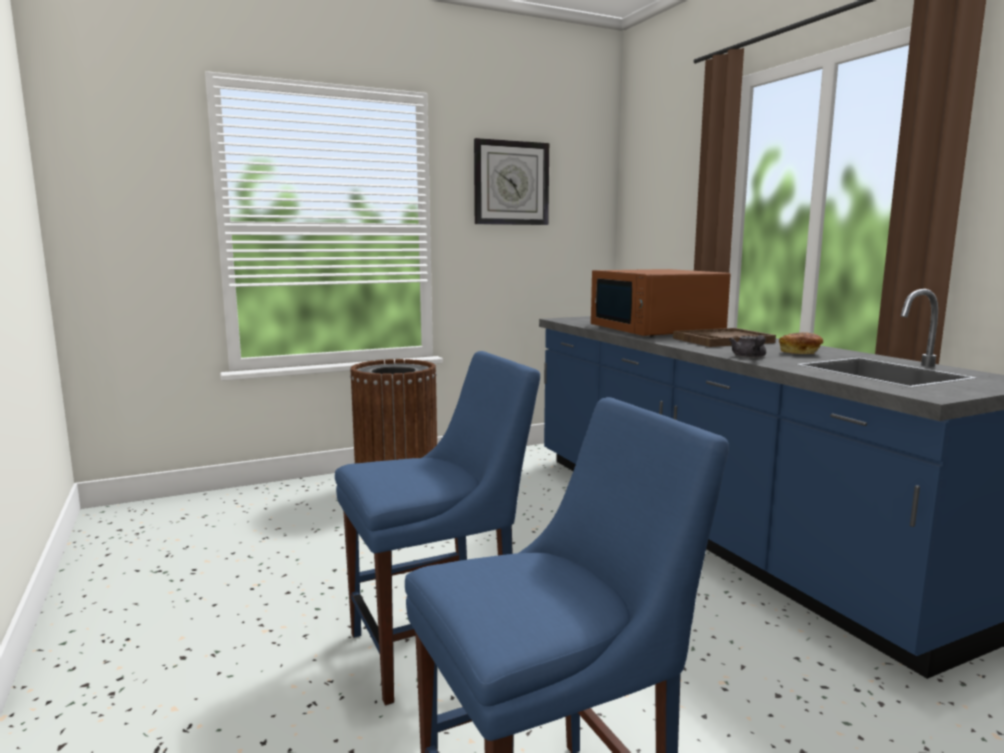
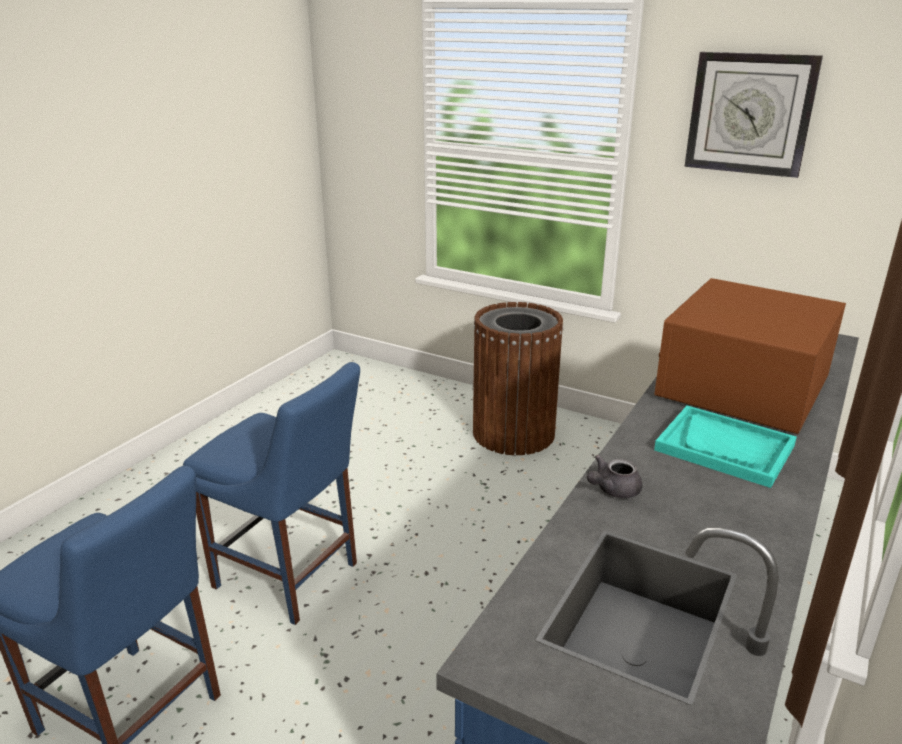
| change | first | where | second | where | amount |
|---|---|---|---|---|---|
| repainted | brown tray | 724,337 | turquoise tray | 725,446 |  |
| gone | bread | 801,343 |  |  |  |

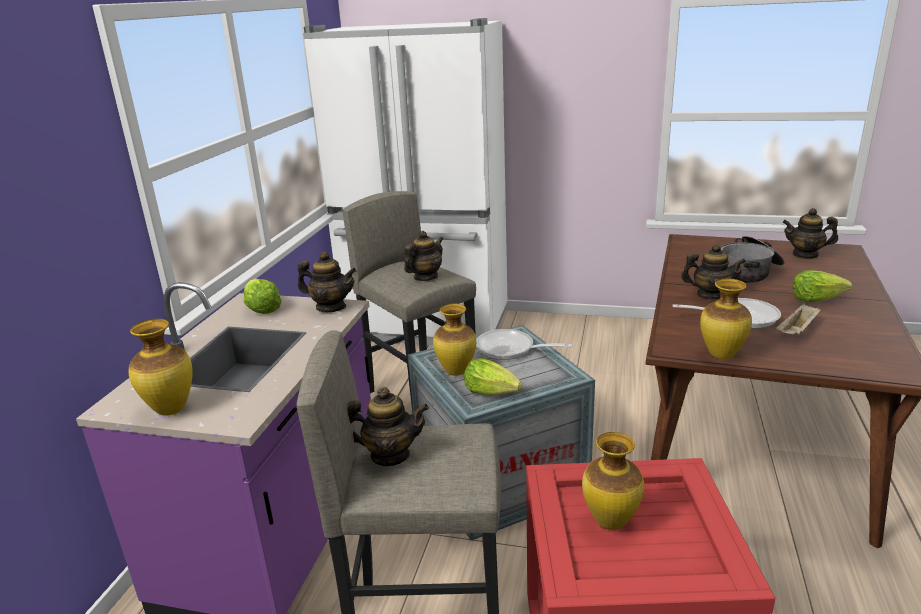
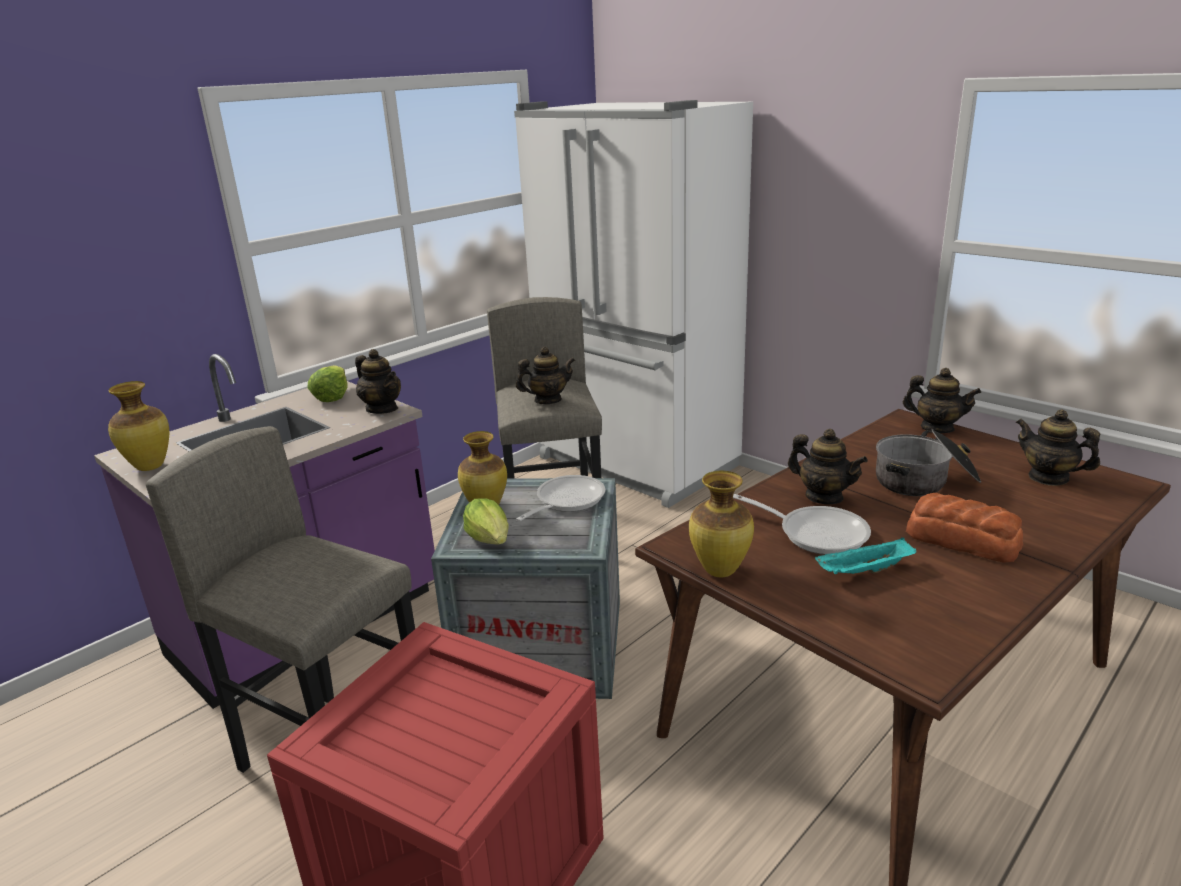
| change | first | where | second | where | amount |
|---|---|---|---|---|---|
| shifted | teapot | 388,426 |  | 942,400 |  |
| rotated | frying pan | 524,344 |  | 560,498 | 75 degrees clockwise |
| gone | vase | 613,481 |  |  |  |
| repainted | beige tray | 798,319 | turquoise tray | 865,555 |  |
| swapped | lettuce | 822,286 | bread | 964,528 |  |

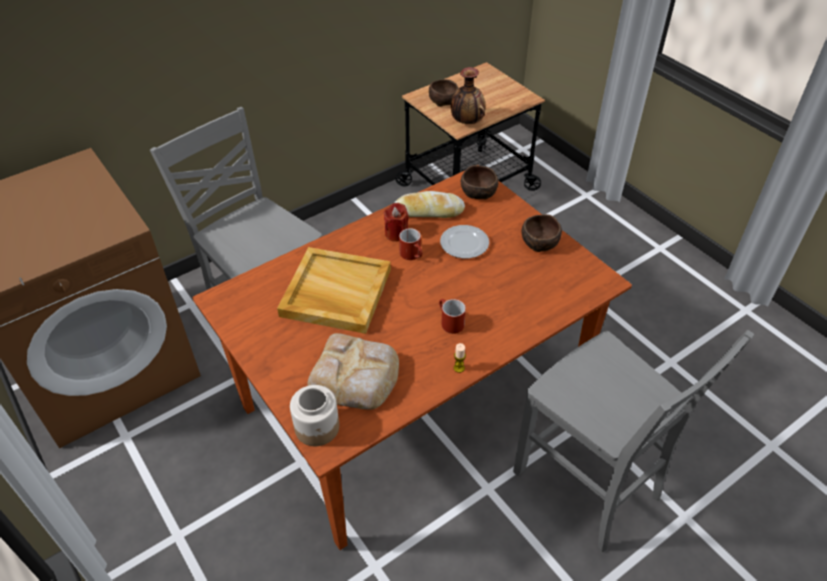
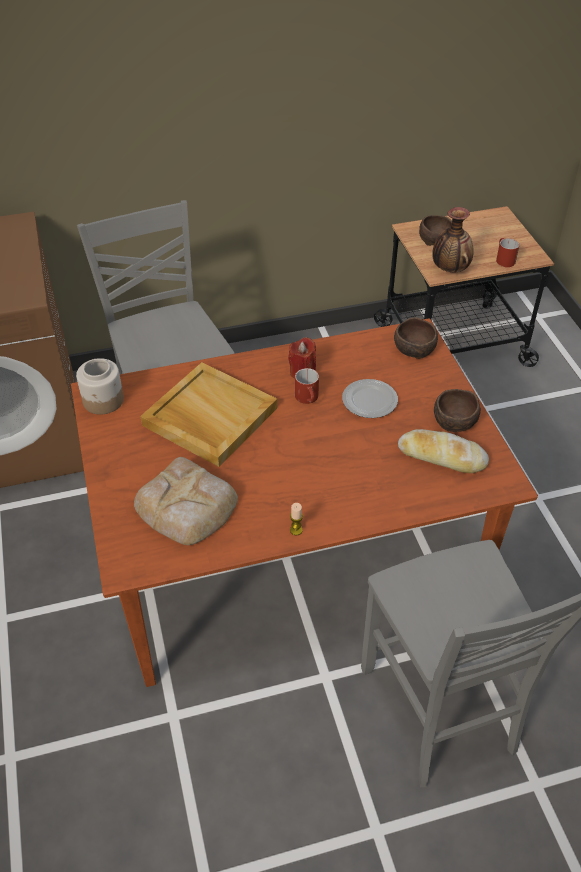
| change | first | where | second | where | amount |
|---|---|---|---|---|---|
| shifted | jar | 314,415 |  | 100,386 |  |
| shifted | bread | 429,204 |  | 443,451 |  |
| shifted | red mug | 452,316 |  | 507,252 |  |

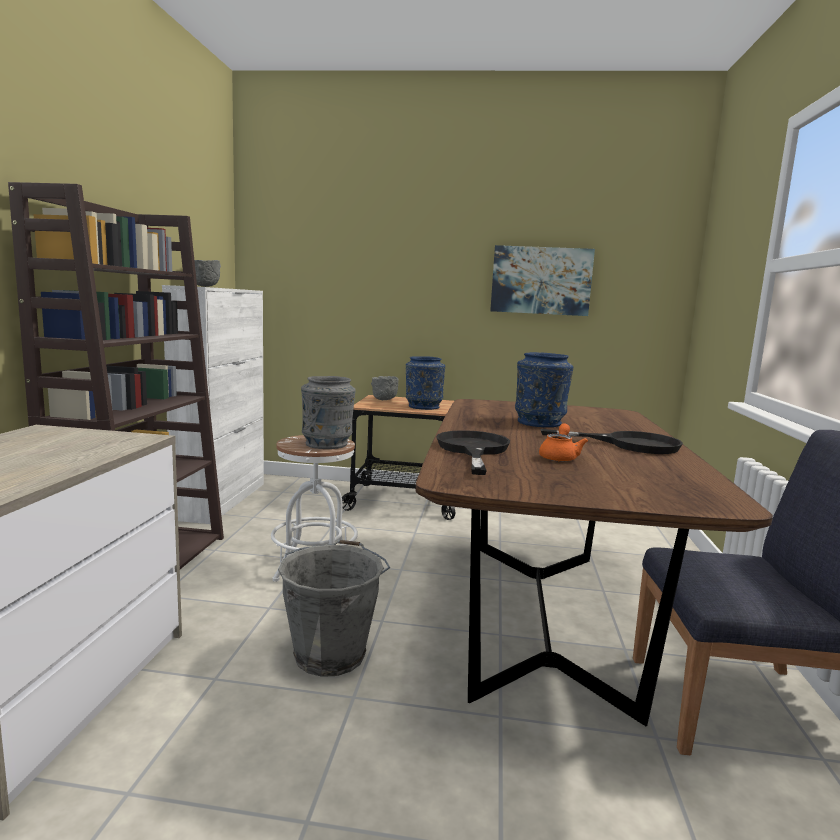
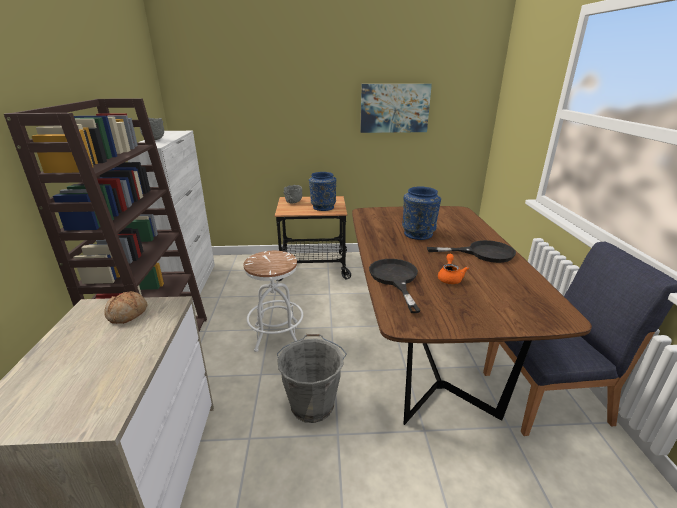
| change | first | where | second | where | amount |
|---|---|---|---|---|---|
| gone | grey vase | 328,412 |  |  |  |
| new |  |  | bread | 126,307 |  |

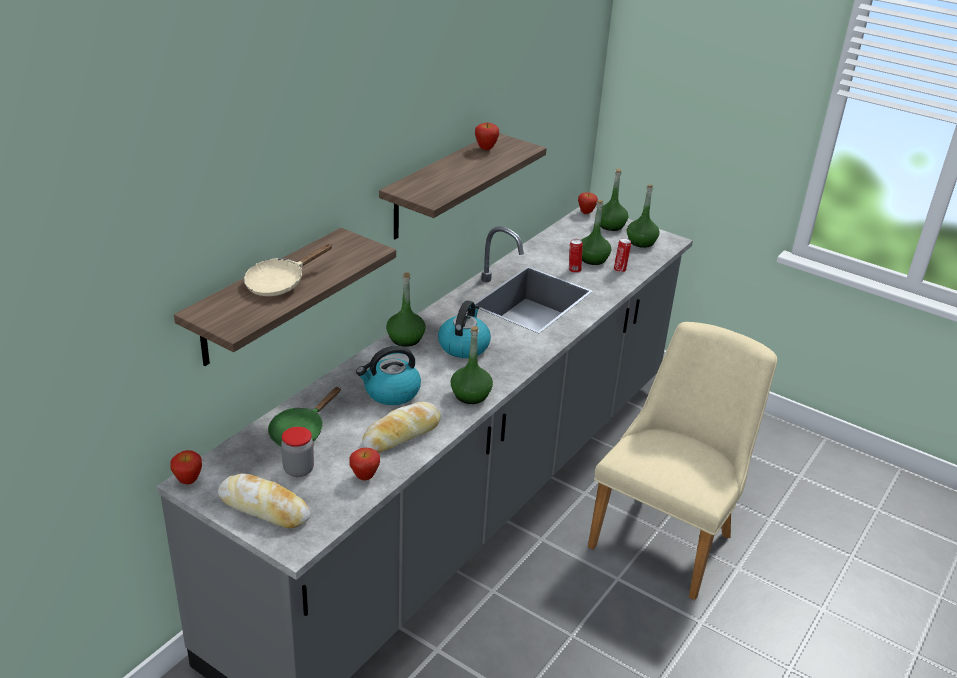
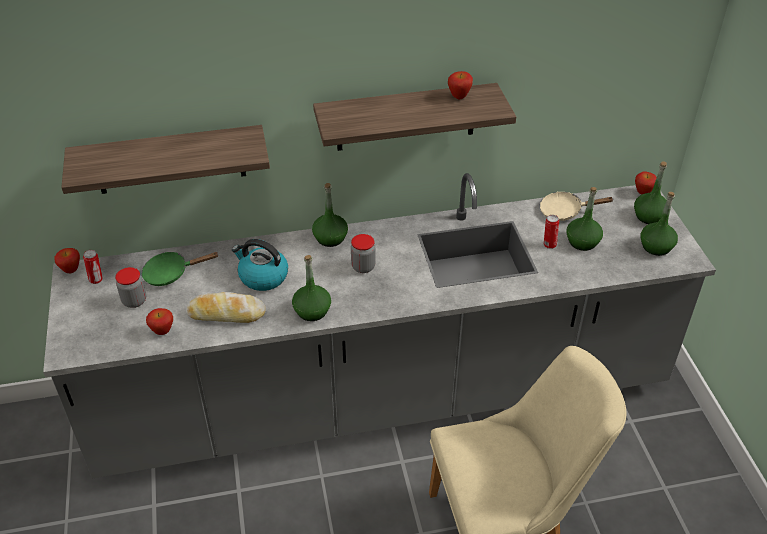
| change | first | where | second | where | amount |
|---|---|---|---|---|---|
| gone | bread | 264,500 |  |  |  |
| shifted | beige frying pan | 288,270 |  | 577,206 |  |
| swapped | kettle | 464,329 | jar | 363,253 |  |
| shifted | can | 622,255 |  | 93,267 |  |

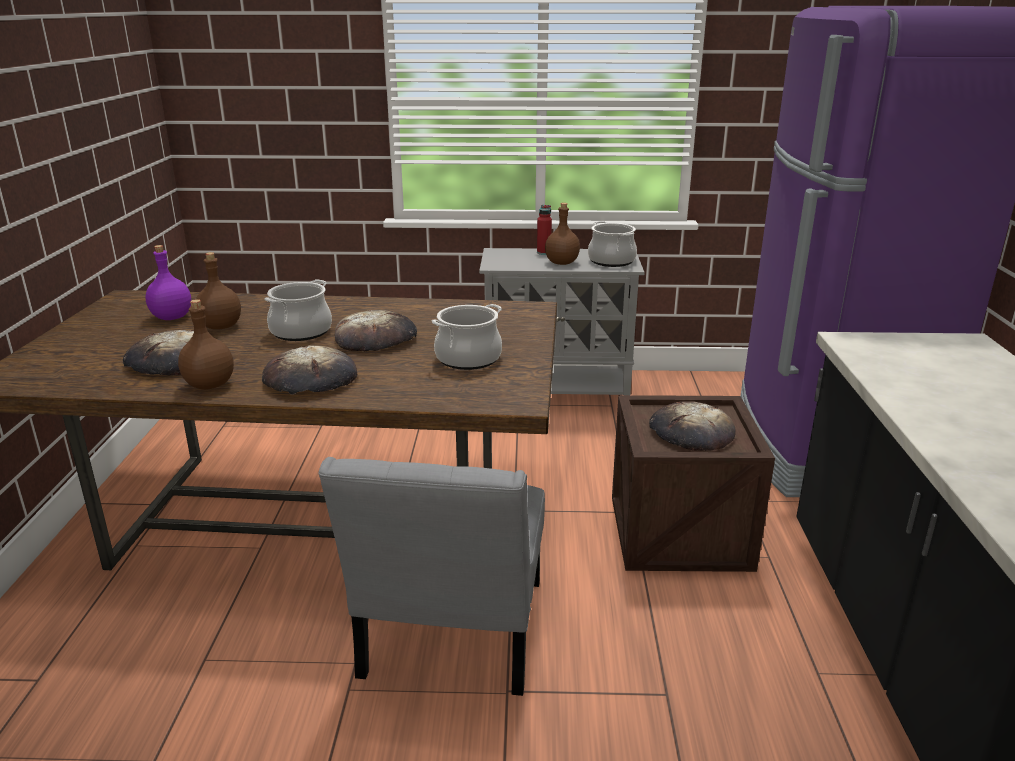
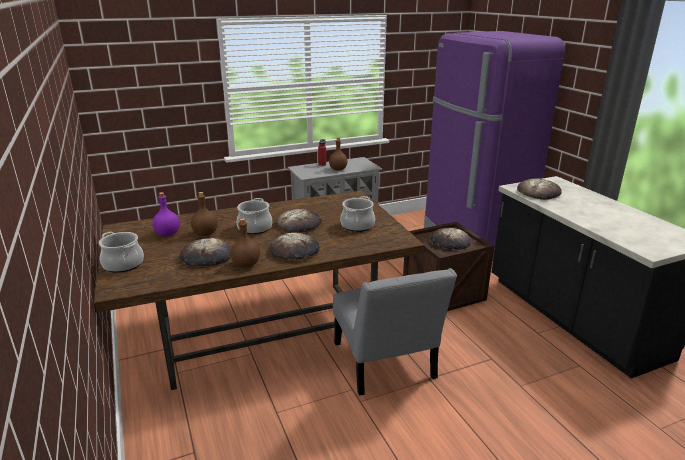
| change | first | where | second | where | amount |
|---|---|---|---|---|---|
| shifted | cooking pot | 612,244 |  | 121,252 |  |
| new |  |  | bread | 539,189 |  |

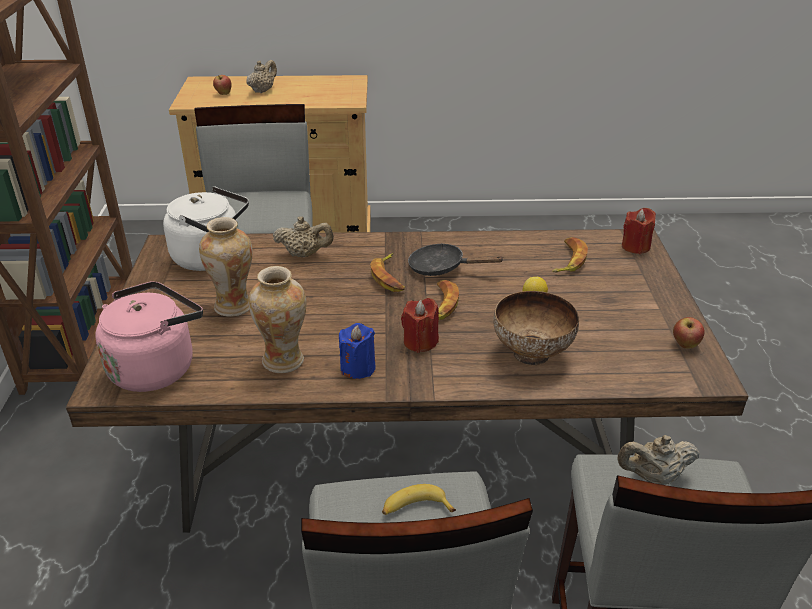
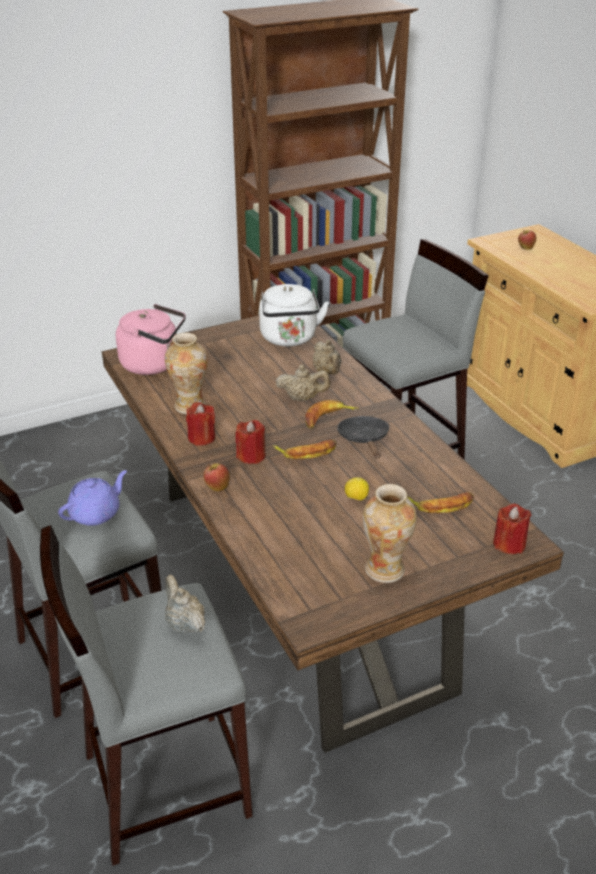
| change | first | where | second | where | amount |
|---|---|---|---|---|---|
| shifted | vase | 225,267 |  | 390,533 |  |
| shifted | beige teapot | 261,76 |  | 303,383 |  |
| repainted | blue candle | 357,351 | red candle | 200,423 |  |
| swapped | banana | 419,499 | purple teapot | 92,498 |  |
| gone | bowl | 536,328 |  |  |  |
| shifted | apple | 689,333 |  | 216,477 |  |

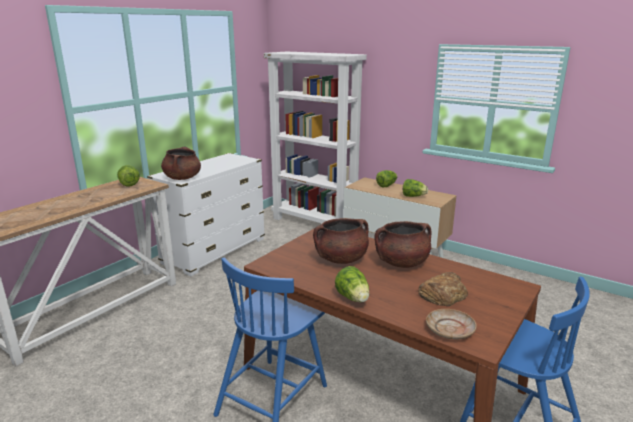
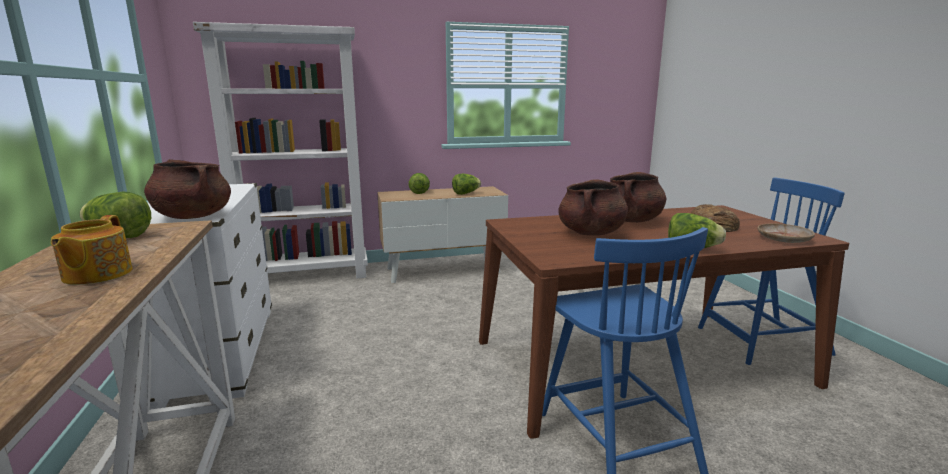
| change | first | where | second | where | amount |
|---|---|---|---|---|---|
| new |  |  | teapot | 92,250 |  |

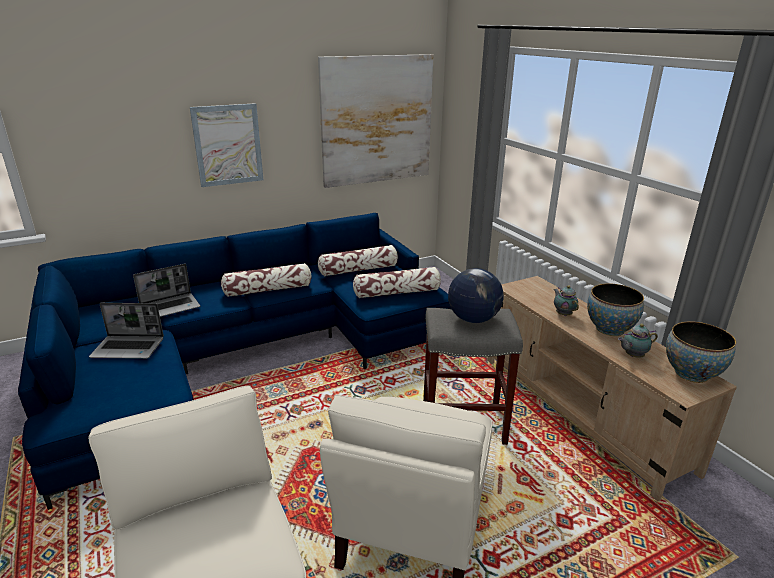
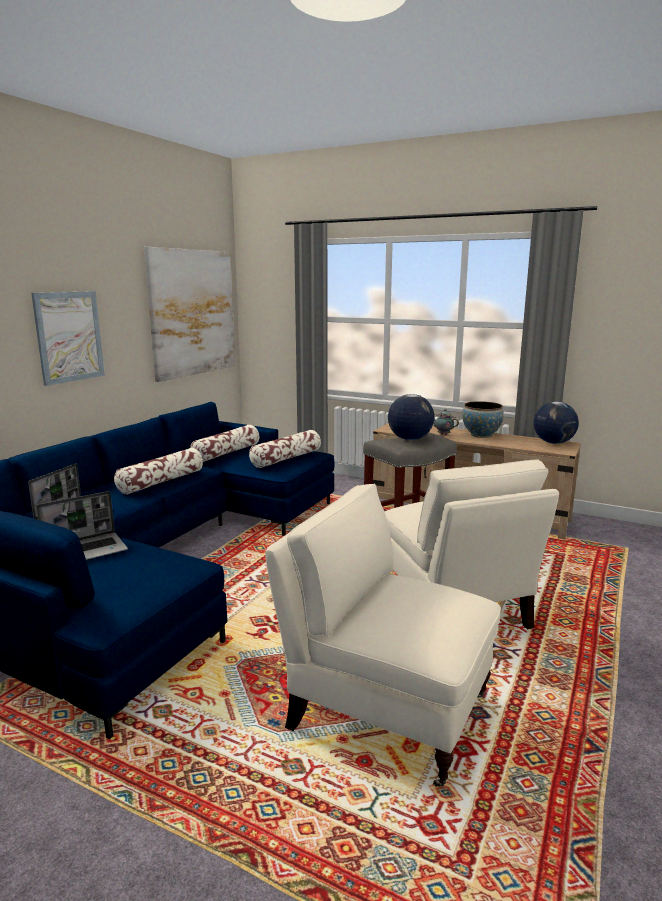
| change | first | where | second | where | amount |
|---|---|---|---|---|---|
| gone | teapot | 638,341 |  |  |  |
| swapped | bowl | 701,352 | globe | 556,423 |  |

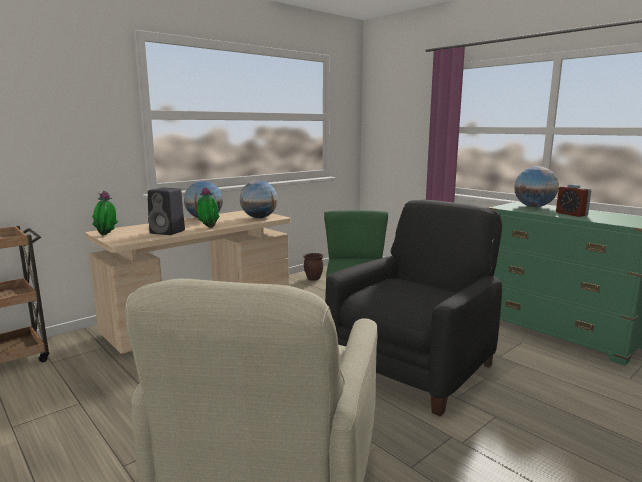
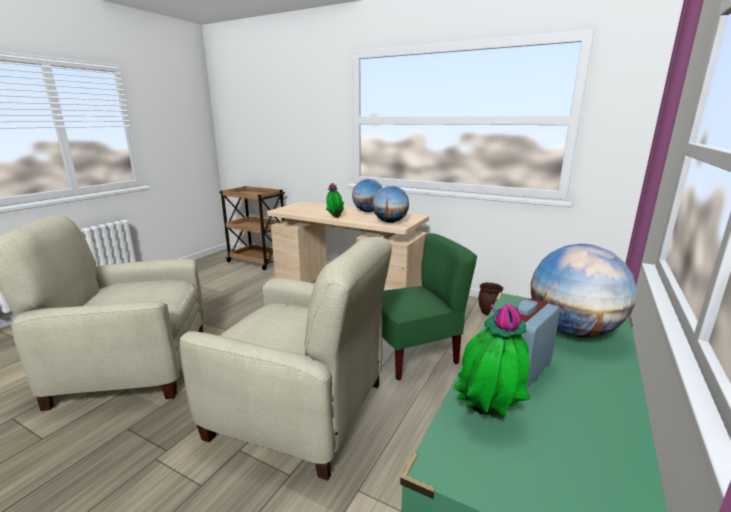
| change | first | where | second | where | amount |
|---|---|---|---|---|---|
| shifted | potted plant | 105,213 |  | 492,360 |  |
| gone | black speaker | 166,211 |  |  |  |
| repainted | black armchair | 413,308 | beige armchair | 285,359 |  |

